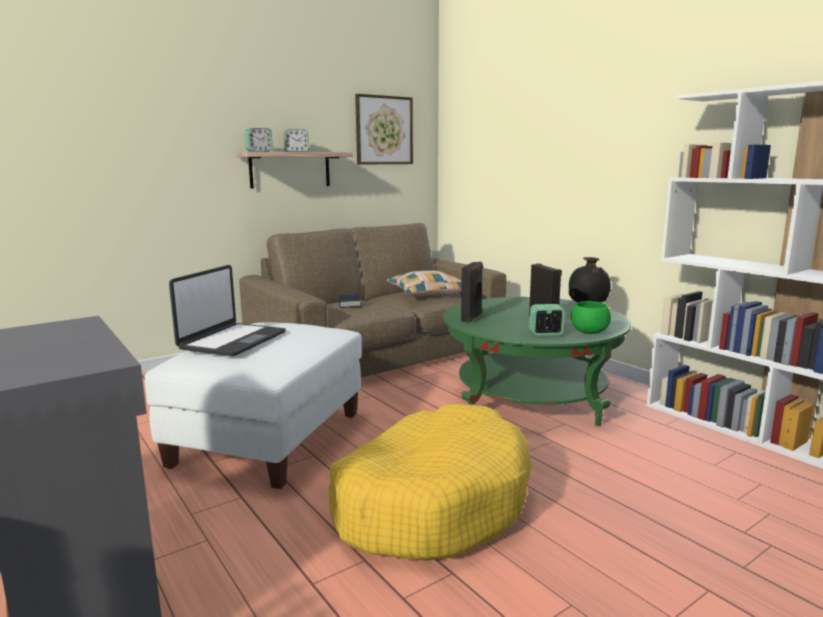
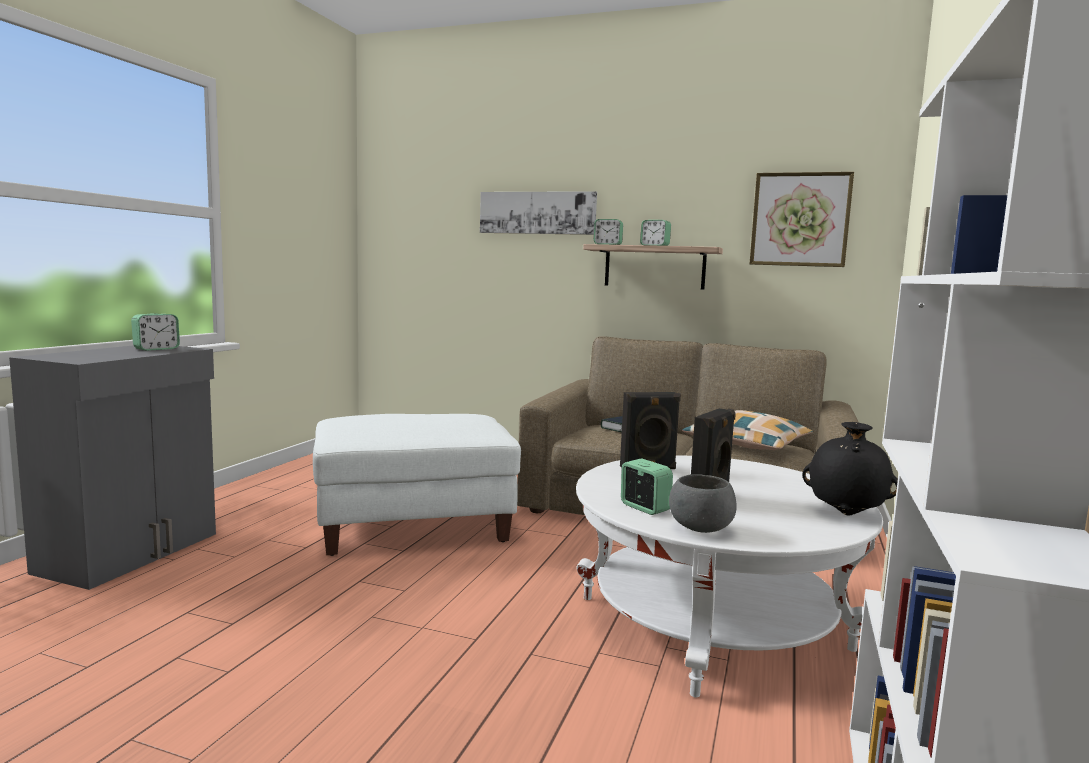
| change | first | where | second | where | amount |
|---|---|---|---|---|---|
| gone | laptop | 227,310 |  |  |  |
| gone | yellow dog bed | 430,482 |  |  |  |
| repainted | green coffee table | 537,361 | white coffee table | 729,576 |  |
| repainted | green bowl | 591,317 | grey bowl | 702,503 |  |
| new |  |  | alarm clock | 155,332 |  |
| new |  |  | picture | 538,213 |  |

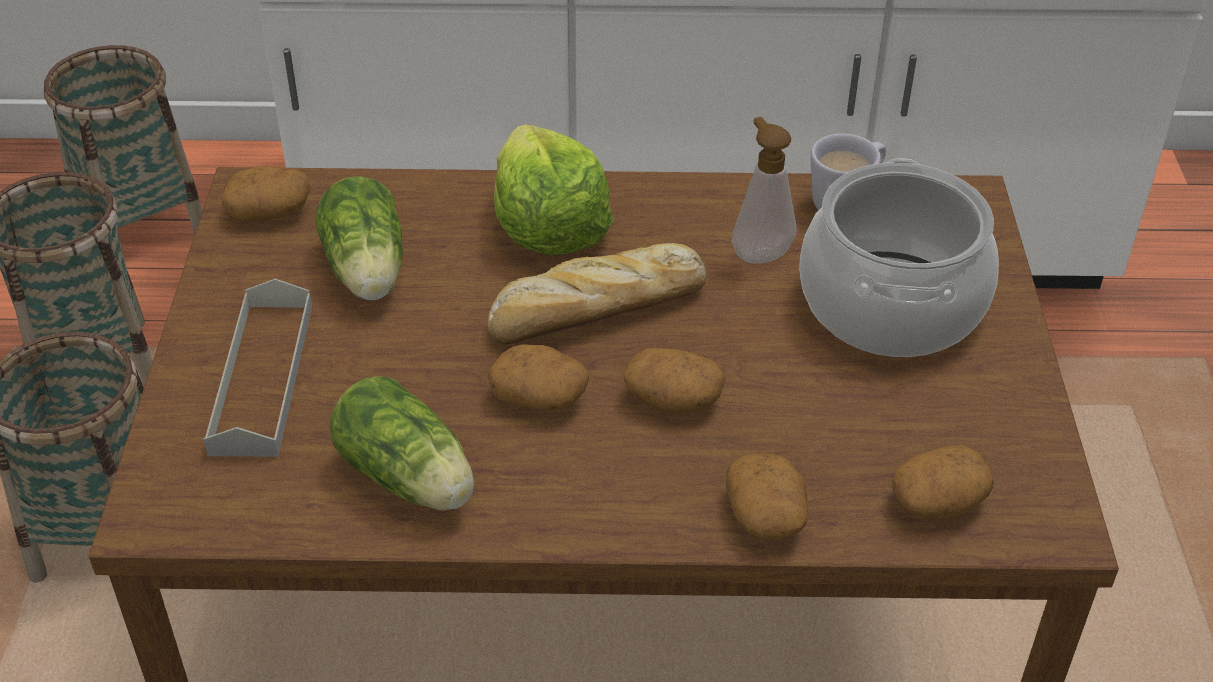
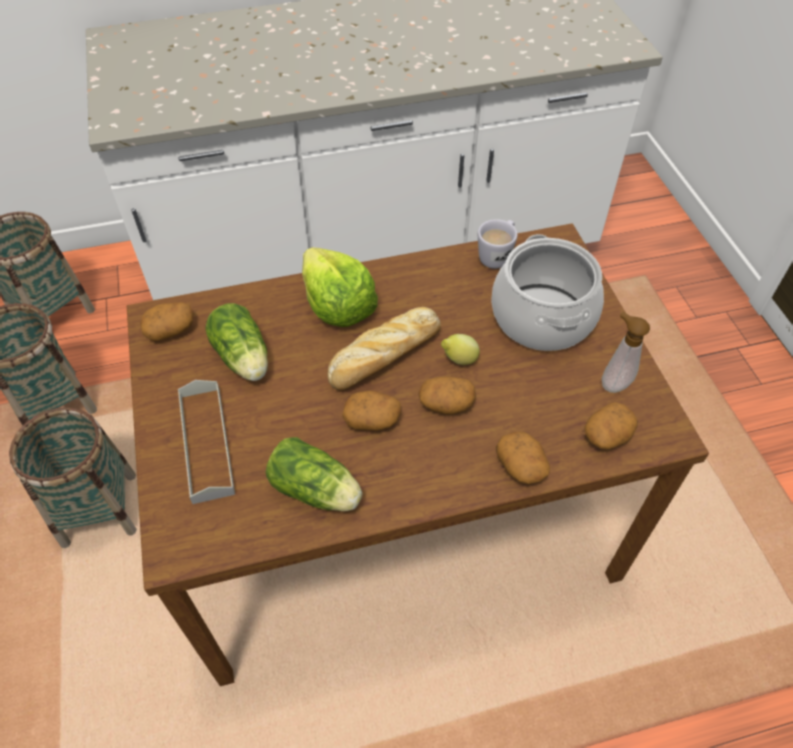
| change | first | where | second | where | amount |
|---|---|---|---|---|---|
| shifted | soap dispenser | 764,190 |  | 626,352 |  |
| new |  |  | lemon | 460,349 |  |

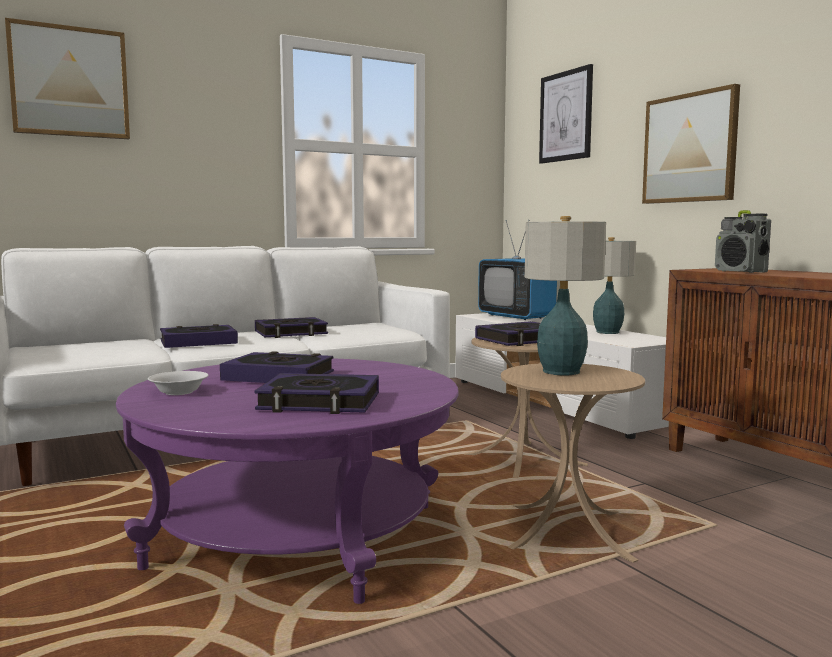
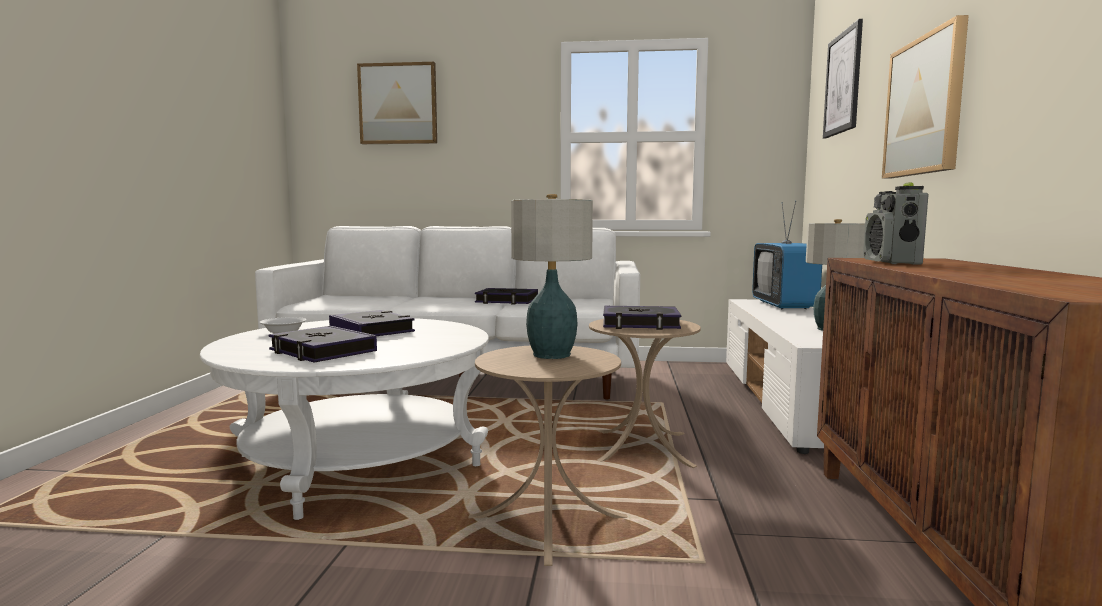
| change | first | where | second | where | amount |
|---|---|---|---|---|---|
| repainted | purple coffee table | 287,481 | white coffee table | 344,419 |  |
| gone | book | 199,336 |  |  |  |

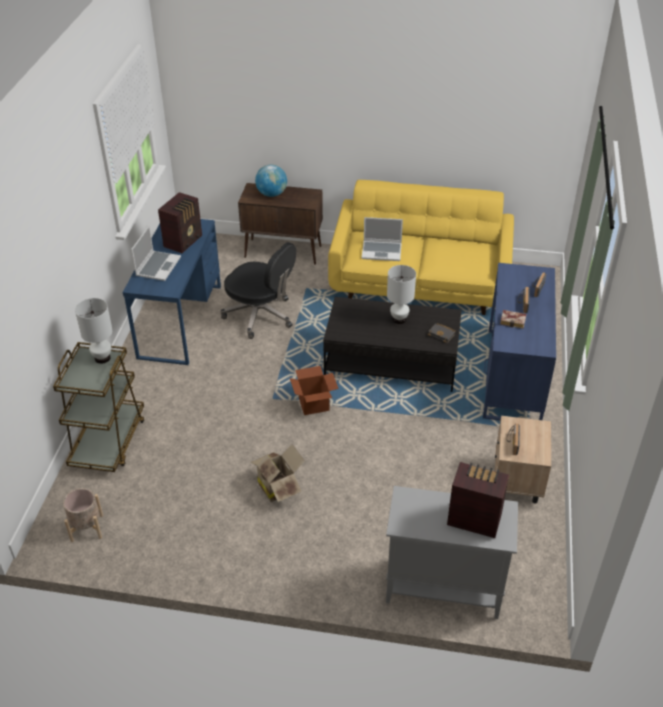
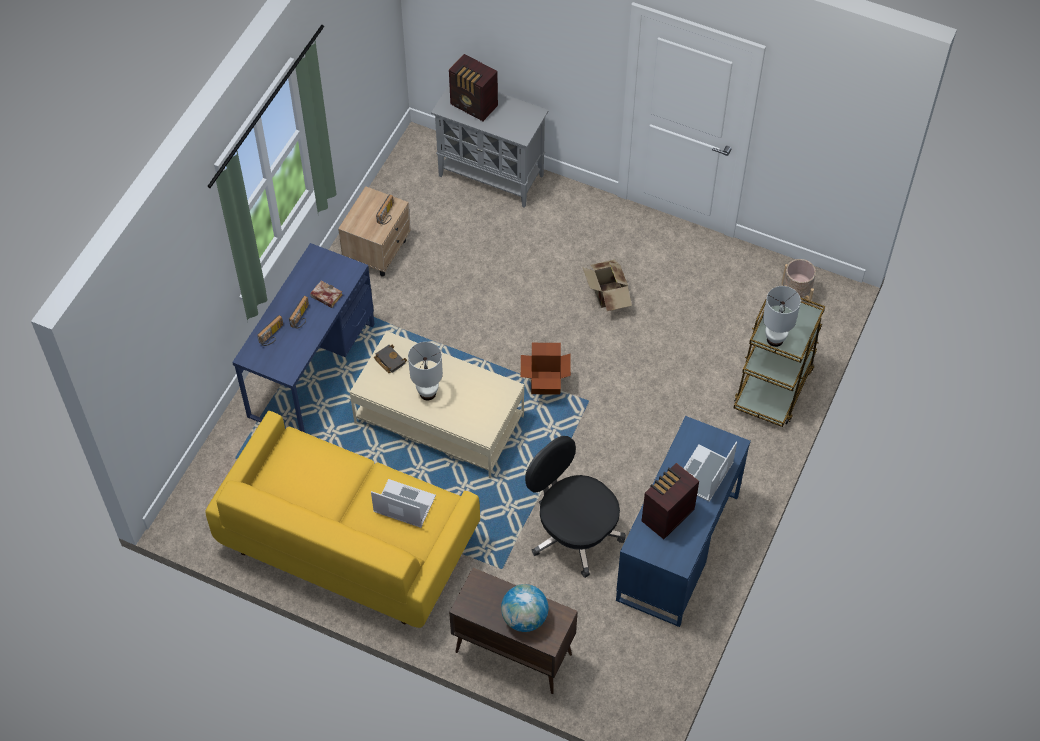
| change | first | where | second | where | amount |
|---|---|---|---|---|---|
| repainted | black coffee table | 392,344 | beige coffee table | 437,404 |  |

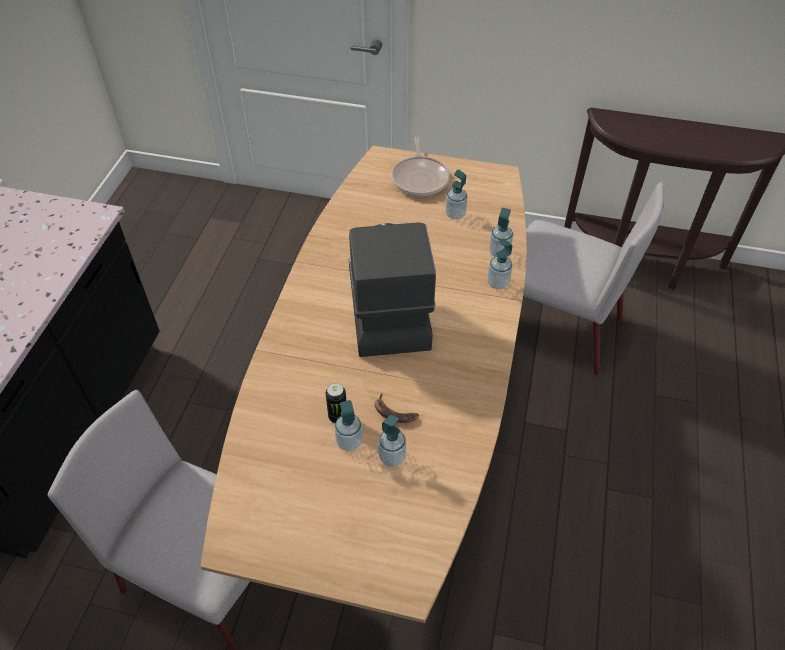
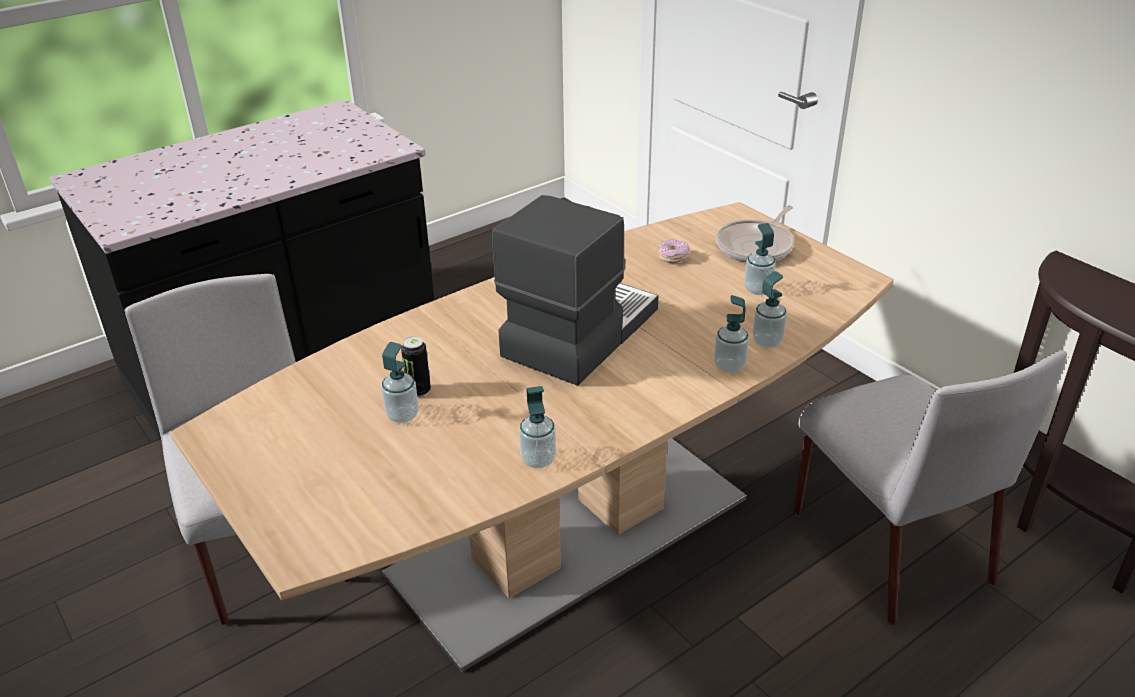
| change | first | where | second | where | amount |
|---|---|---|---|---|---|
| gone | banana | 397,407 |  |  |  |
| shifted | soap dispenser | 392,441 |  | 537,427 |  |
| new |  |  | donut | 674,251 |  |

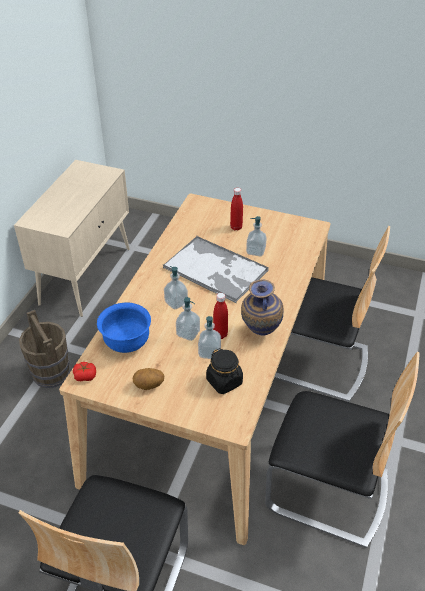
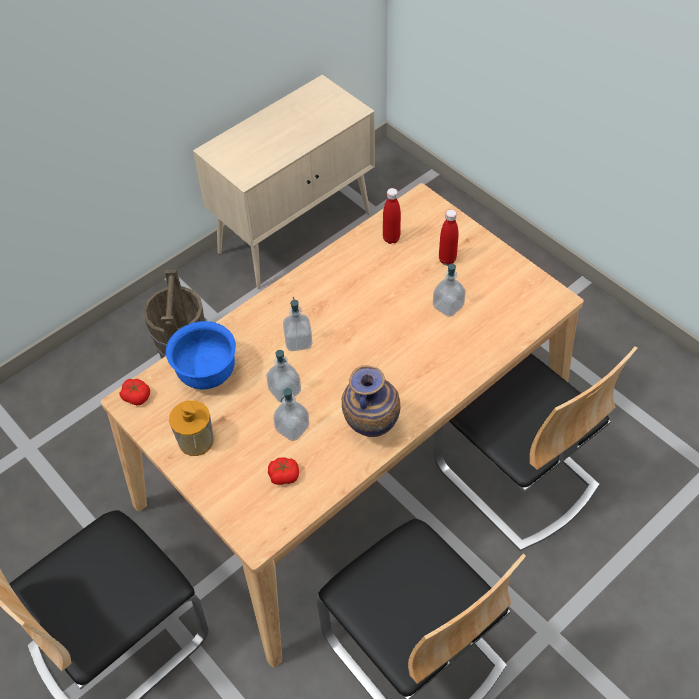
| change | first | where | second | where | amount |
|---|---|---|---|---|---|
| swapped | potato | 148,379 | soap dispenser | 191,428 |  |
| gone | tray | 216,269 |  |  |  |
| swapped | black jar | 224,371 | tomato | 283,471 |  |
| shifted | red bottle | 220,316 |  | 392,216 |  |

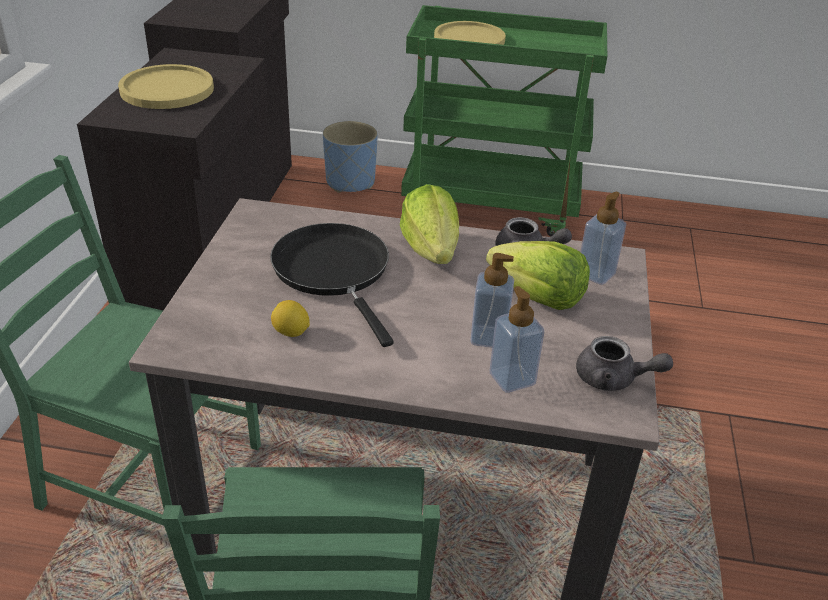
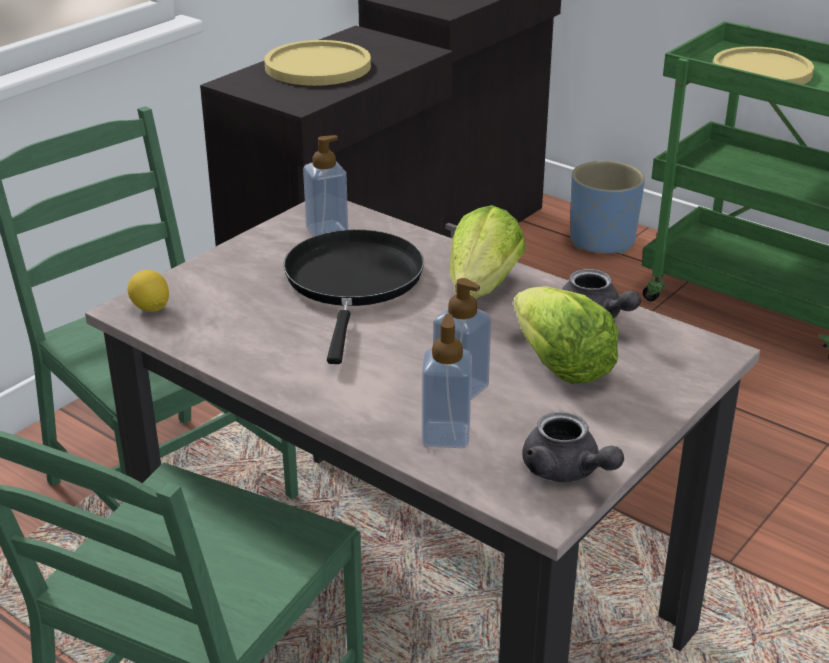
| change | first | where | second | where | amount |
|---|---|---|---|---|---|
| shifted | lemon | 290,318 |  | 148,291 |  |
| shifted | soap dispenser | 603,238 |  | 325,185 |  |

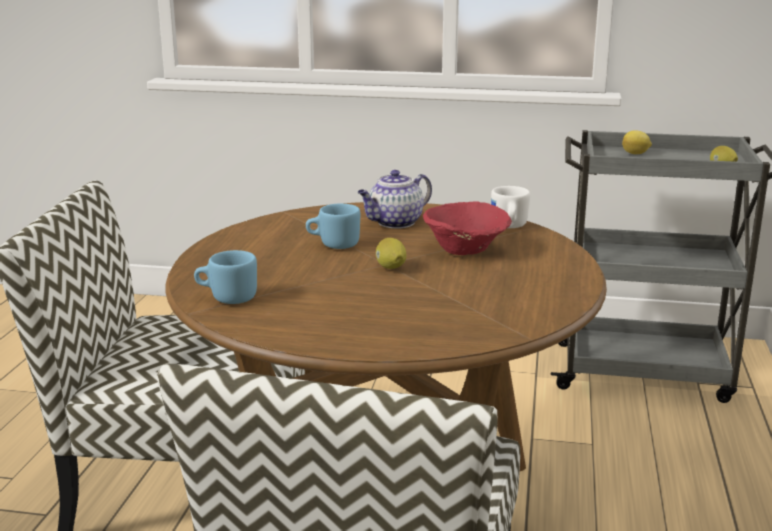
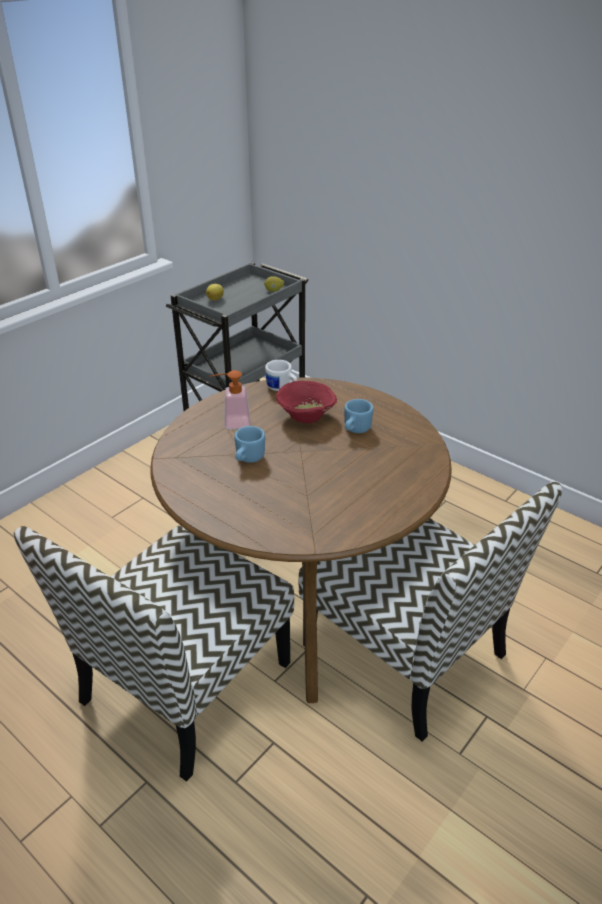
| change | first | where | second | where | amount |
|---|---|---|---|---|---|
| shifted | blue mug | 225,277 |  | 359,416 |  |
| swapped | teapot | 395,199 | soap dispenser | 230,399 |  |
| gone | lemon | 391,253 |  |  |  |

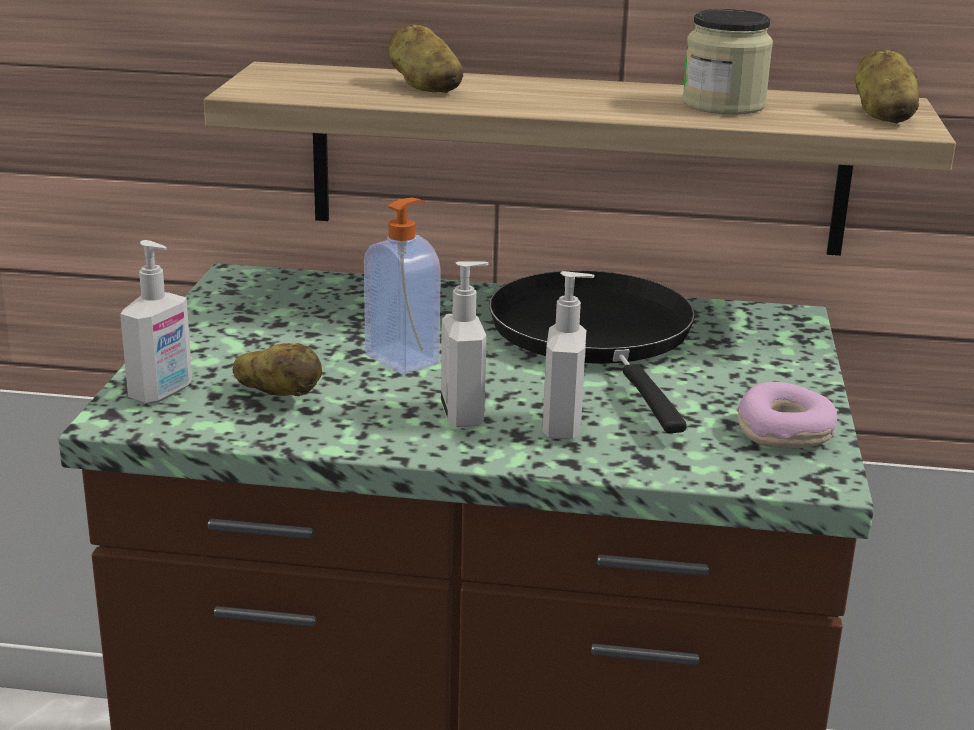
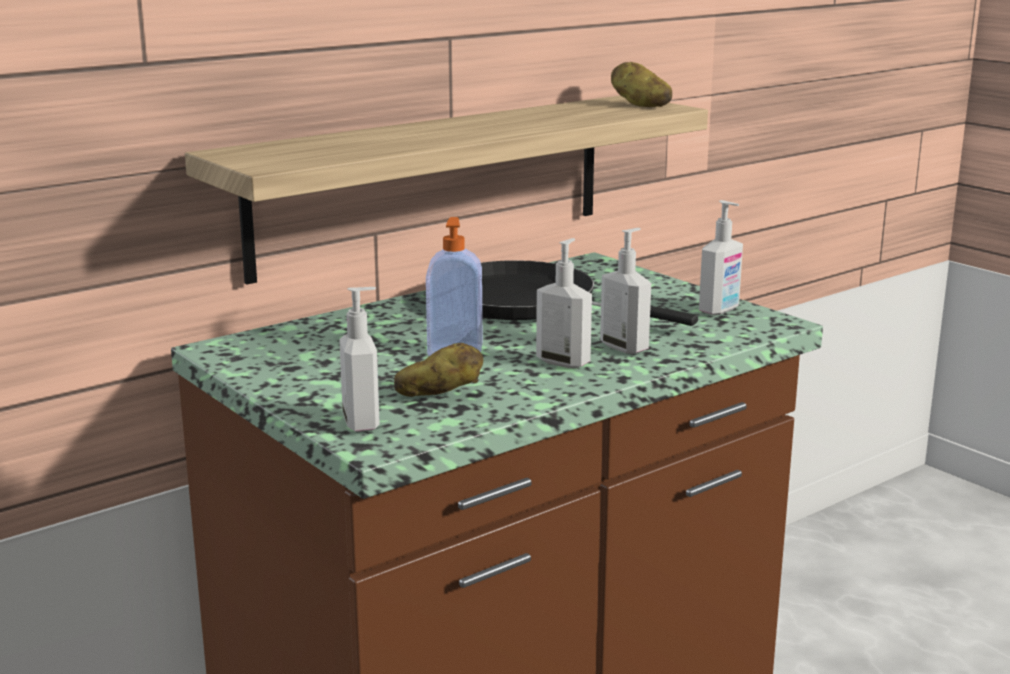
| change | first | where | second | where | amount |
|---|---|---|---|---|---|
| gone | potato | 426,58 |  |  |  |
| gone | jar | 727,62 |  |  |  |
| swapped | donut | 786,415 | soap dispenser | 721,258 |  |

